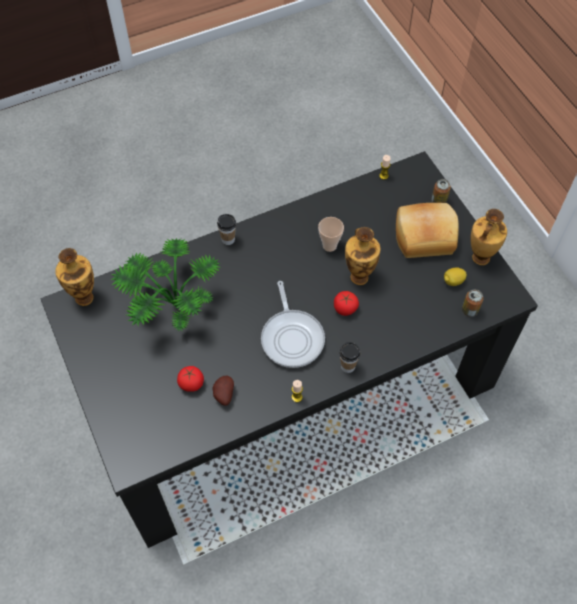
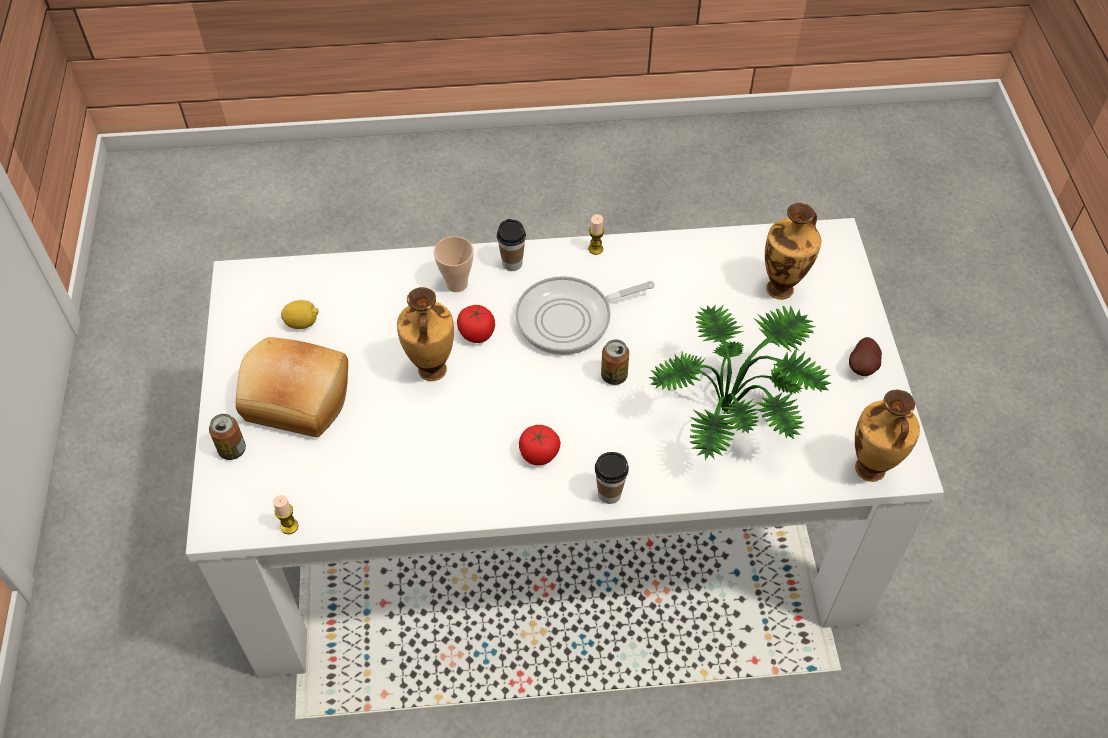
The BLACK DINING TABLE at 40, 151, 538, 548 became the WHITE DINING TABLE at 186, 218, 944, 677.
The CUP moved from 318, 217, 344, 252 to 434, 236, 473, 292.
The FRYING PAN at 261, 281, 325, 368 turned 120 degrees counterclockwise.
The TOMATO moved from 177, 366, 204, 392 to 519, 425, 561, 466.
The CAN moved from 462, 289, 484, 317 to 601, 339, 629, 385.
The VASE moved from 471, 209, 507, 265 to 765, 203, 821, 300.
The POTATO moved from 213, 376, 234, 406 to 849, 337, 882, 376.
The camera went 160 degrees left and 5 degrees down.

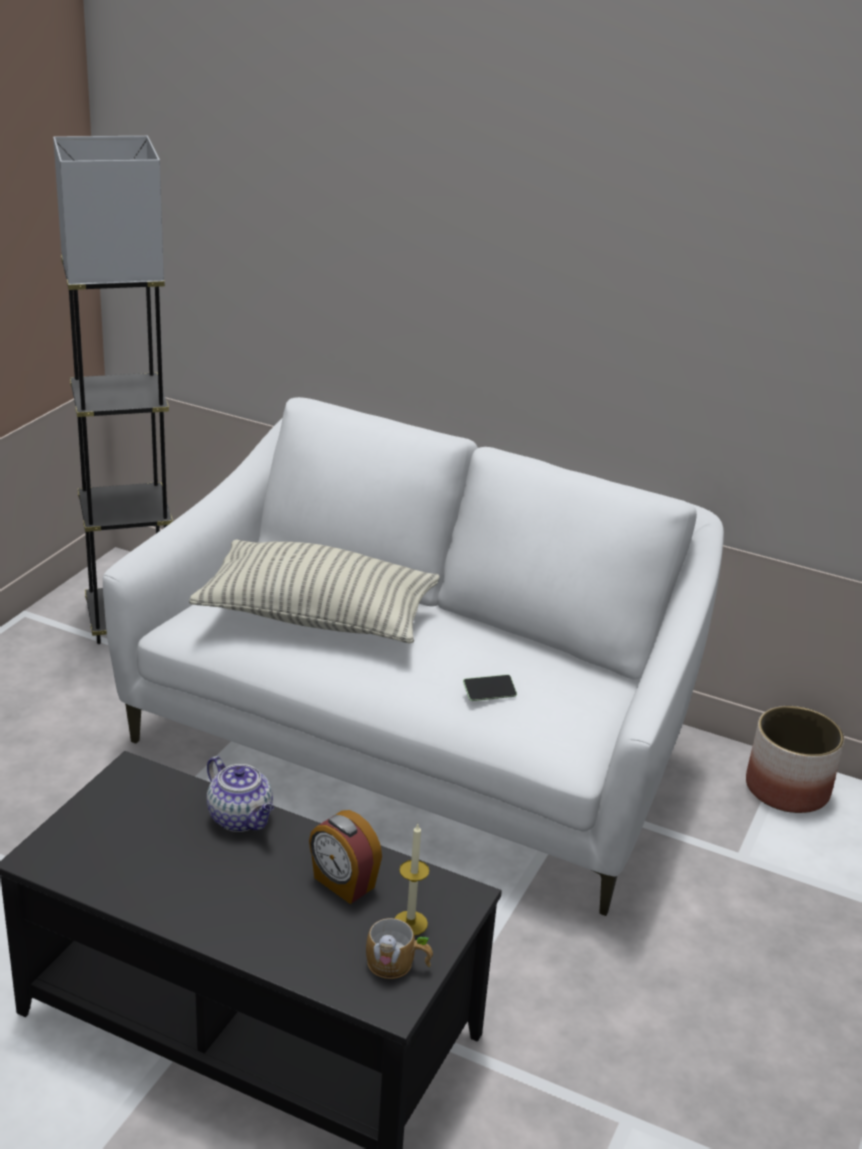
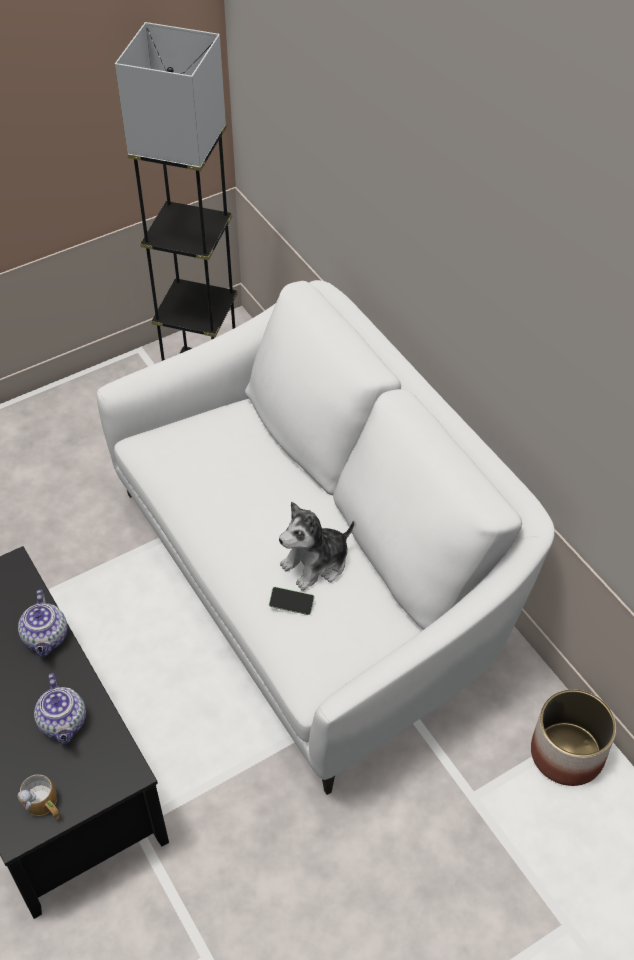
The ALARM CLOCK at 309, 810, 382, 904 was replaced by the TEAPOT at 34, 673, 86, 744.
The PLUSH TOY at 279, 502, 354, 591 appeared.
The PILLOW at 189, 539, 440, 644 disappeared.
The CANDLE at 394, 824, 429, 936 disappeared.
The camera went 35 degrees right and 20 degrees up.

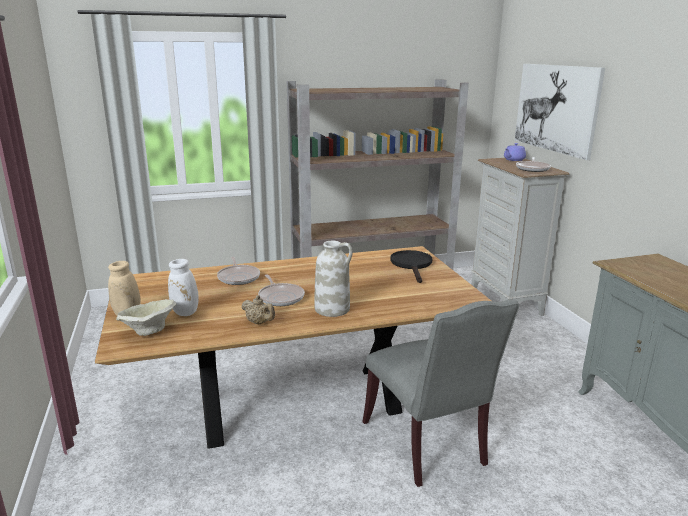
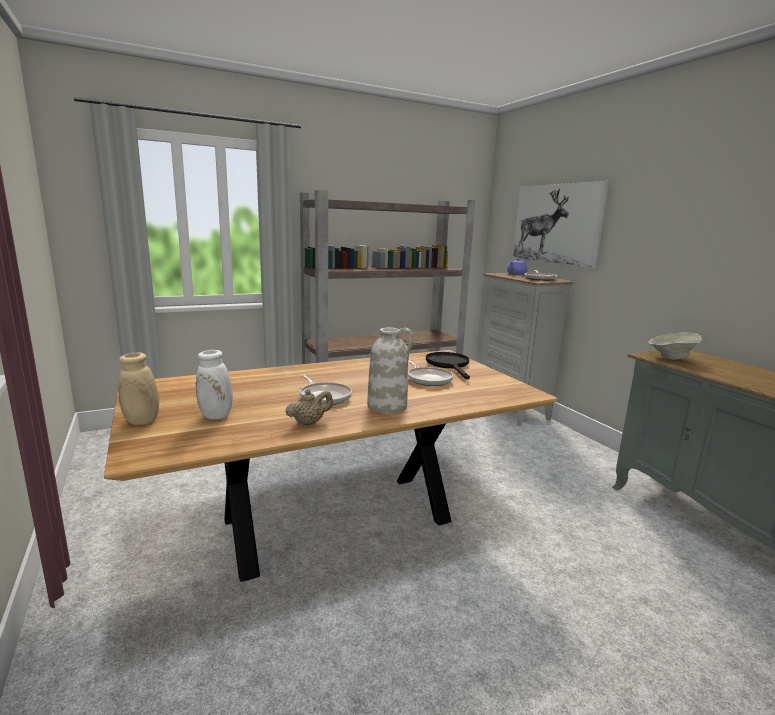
The BEIGE TEAPOT at 241, 295, 275, 325 turned 60 degrees counterclockwise.
The FRYING PAN moved from 217, 257, 260, 285 to 408, 360, 453, 386.
The BEIGE BOWL moved from 116, 299, 176, 336 to 648, 332, 702, 360.
The GREY CHAIR at 362, 299, 519, 487 disappeared.
The camera went 10 degrees left and 5 degrees down.

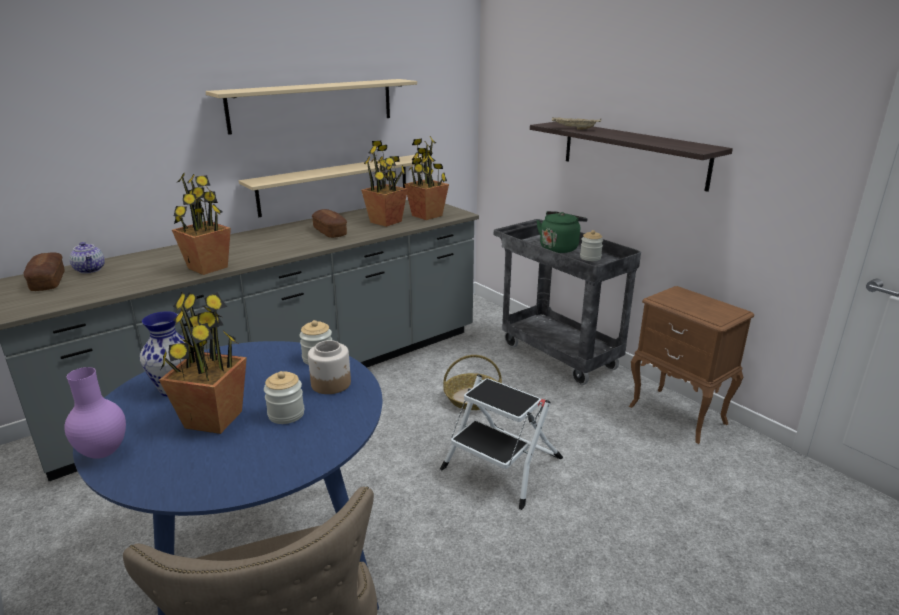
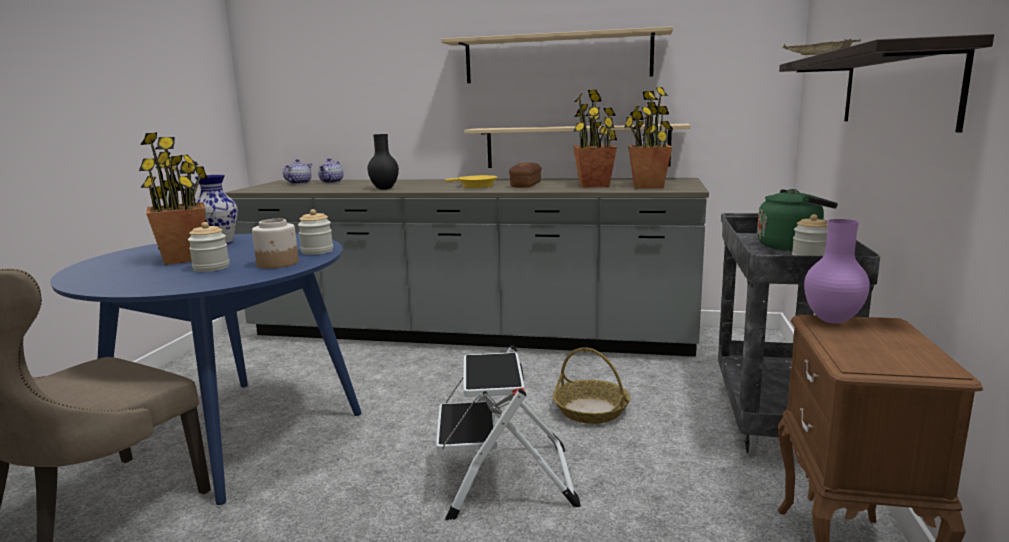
The BREAD at 23, 253, 65, 291 was replaced by the TEAPOT at 283, 159, 312, 184.
The POTTED PLANT at 172, 173, 231, 275 was replaced by the BLACK VASE at 367, 134, 399, 190.
The YELLOW FRYING PAN at 446, 175, 497, 188 appeared.
The PURPLE VASE moved from 64, 367, 126, 459 to 804, 219, 870, 324.
The camera went 50 degrees right and 10 degrees down.

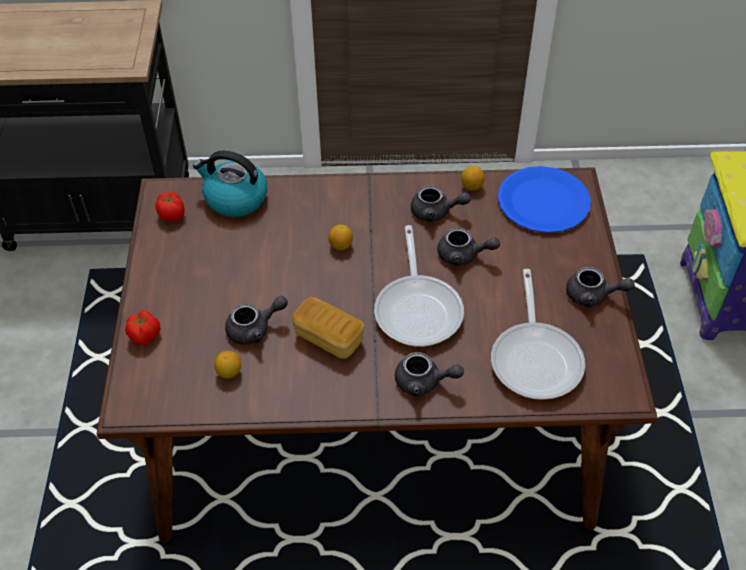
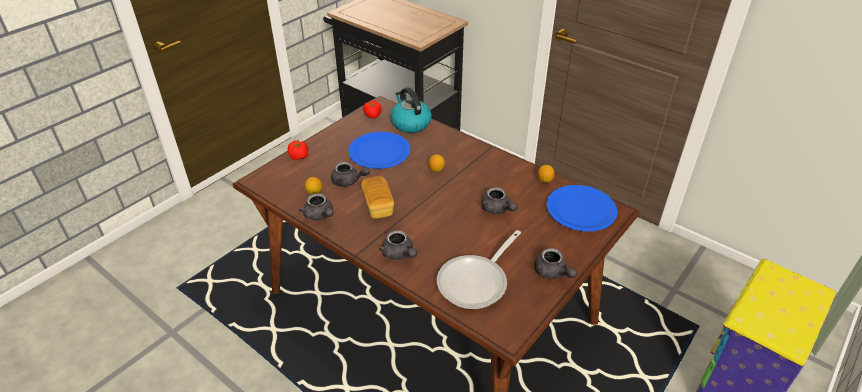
The GREY TEAPOT moved from 411, 185, 471, 222 to 299, 193, 334, 220.
The BLUE PLATE at 348, 132, 411, 169 appeared.
The FRYING PAN at 374, 225, 464, 347 disappeared.
The camera went 40 degrees right and 10 degrees down.

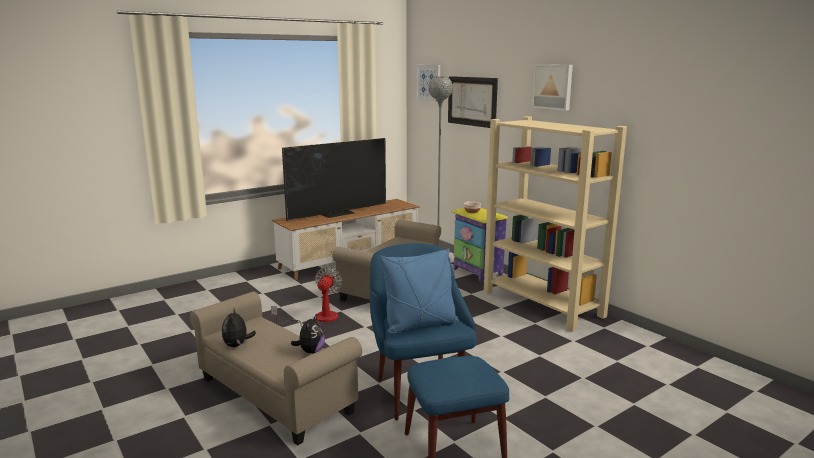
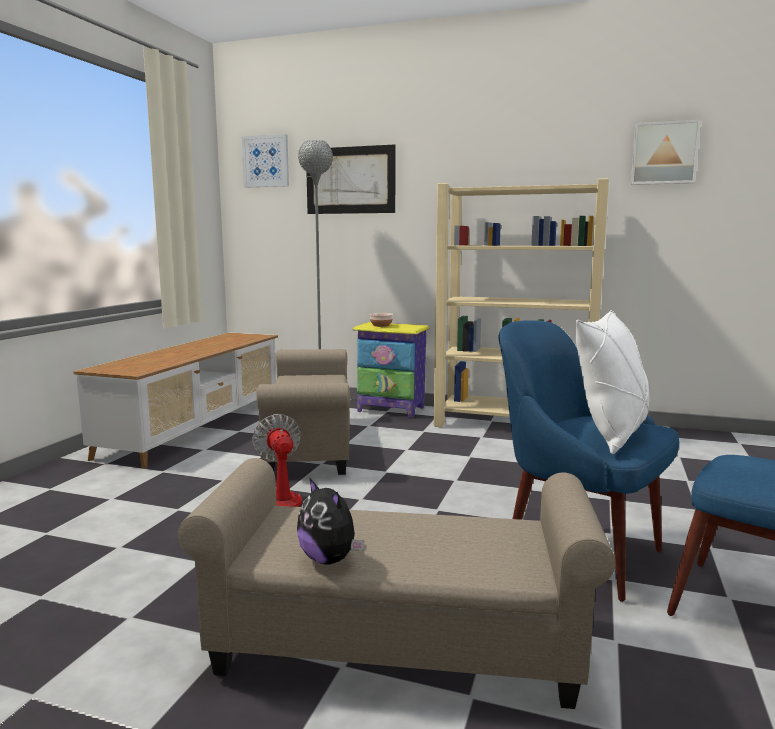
The BLUE PILLOW at 379, 248, 459, 335 became the WHITE PILLOW at 575, 310, 650, 454.
The PICTURE moved from 532, 64, 573, 111 to 631, 120, 701, 185.
The TELEVISION at 282, 138, 386, 221 disappeared.
The PLUSH TOY at 291, 313, 325, 354 disappeared.
The camera went 35 degrees left and 5 degrees down.

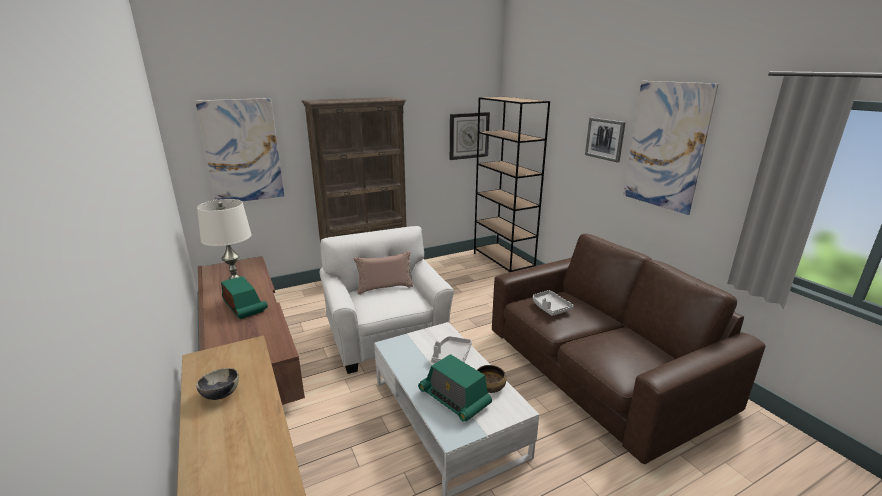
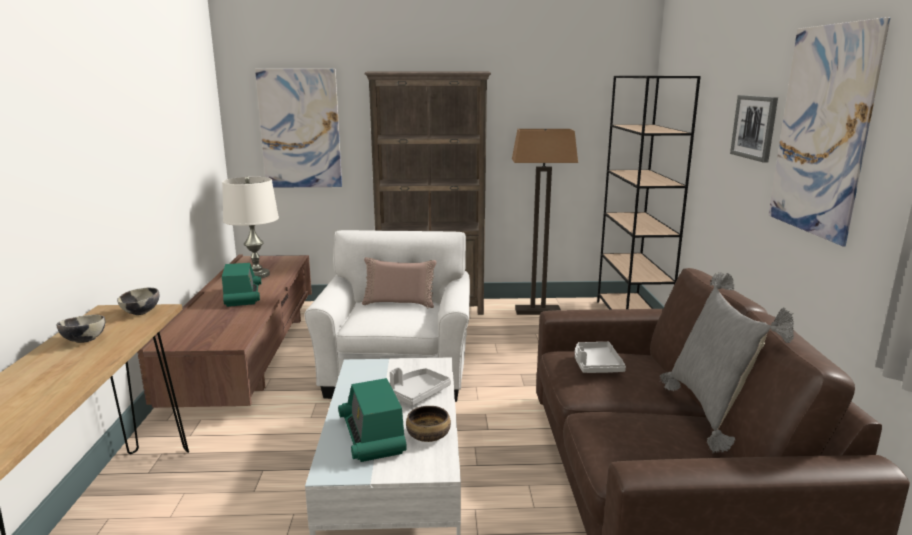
The BOWL at 117, 287, 159, 315 appeared.
The FLOOR LAMP at 512, 129, 578, 315 appeared.
The GREY PILLOW at 659, 272, 794, 453 appeared.
The WALL CLOCK at 450, 112, 490, 160 disappeared.
The camera went 25 degrees right and 5 degrees down.

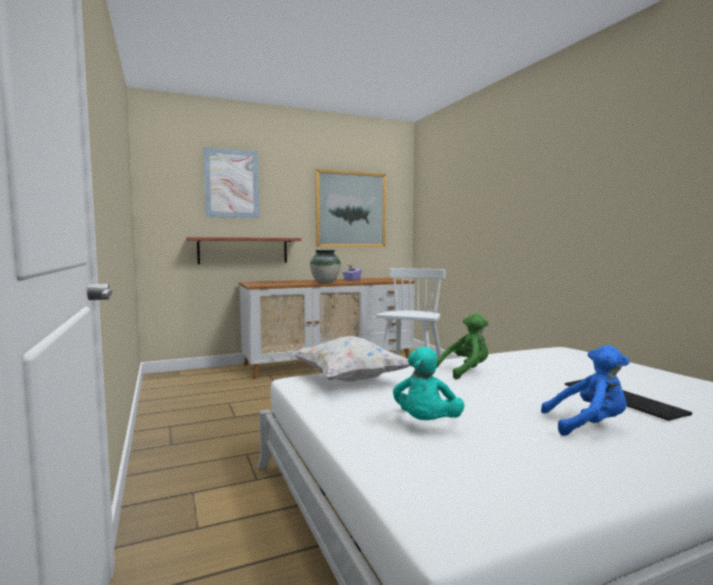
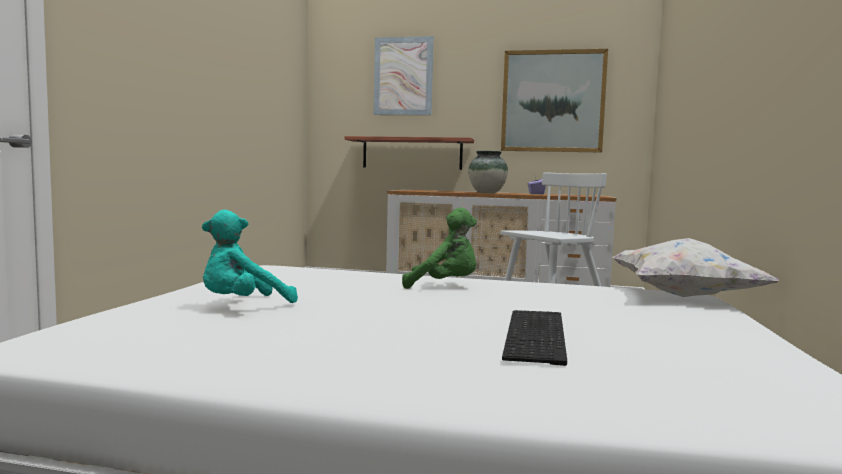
The WHITE PILLOW moved from 292, 336, 410, 382 to 612, 238, 779, 297.
The BLUE PLUSH TOY at 541, 345, 630, 436 disappeared.
The camera went 35 degrees right and 0 degrees up.

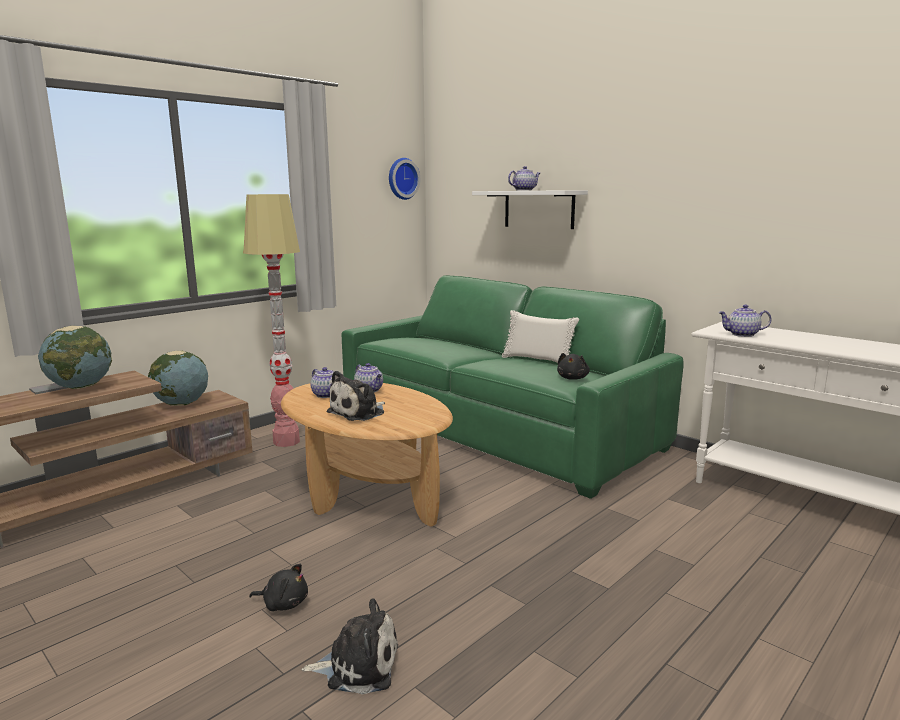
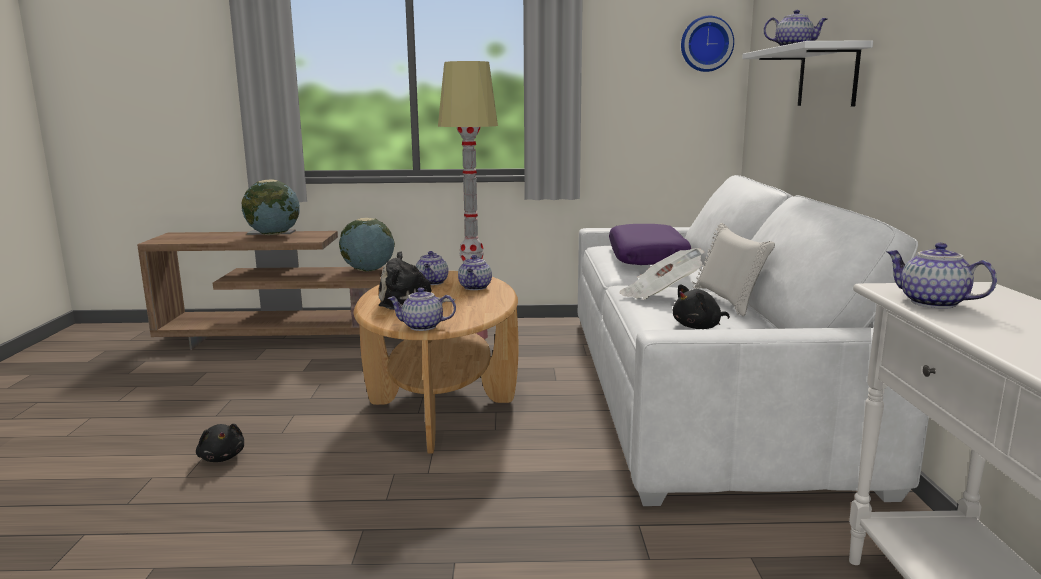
The TEAPOT at 387, 288, 456, 331 appeared.
The GREEN SOFA at 342, 275, 684, 499 became the WHITE SOFA at 578, 175, 929, 506.
The PURPLE PILLOW at 609, 224, 691, 265 appeared.
The NEWSPAPER at 619, 248, 705, 299 appeared.
The PLUSH TOY at 302, 598, 398, 695 disappeared.
The camera went 45 degrees right and 0 degrees up.

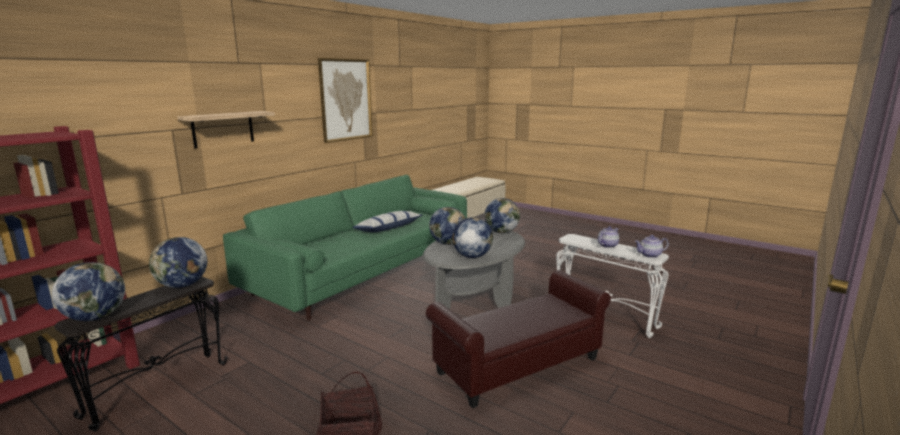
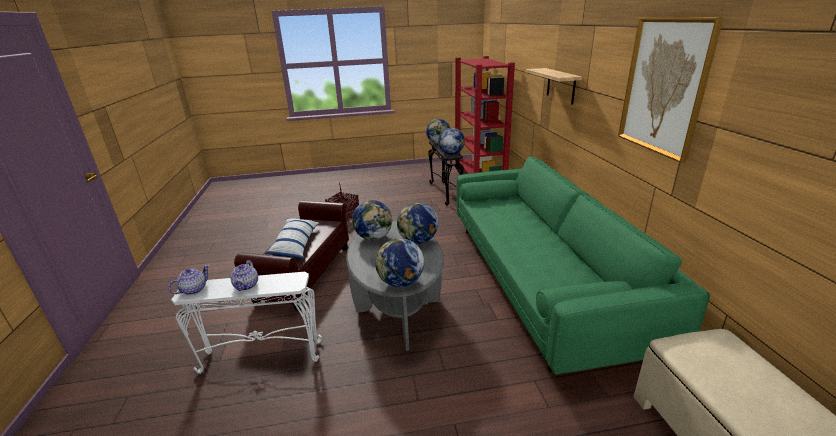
The PILLOW moved from 352, 211, 422, 232 to 265, 218, 319, 258.
The camera went 135 degrees right and 10 degrees up.

